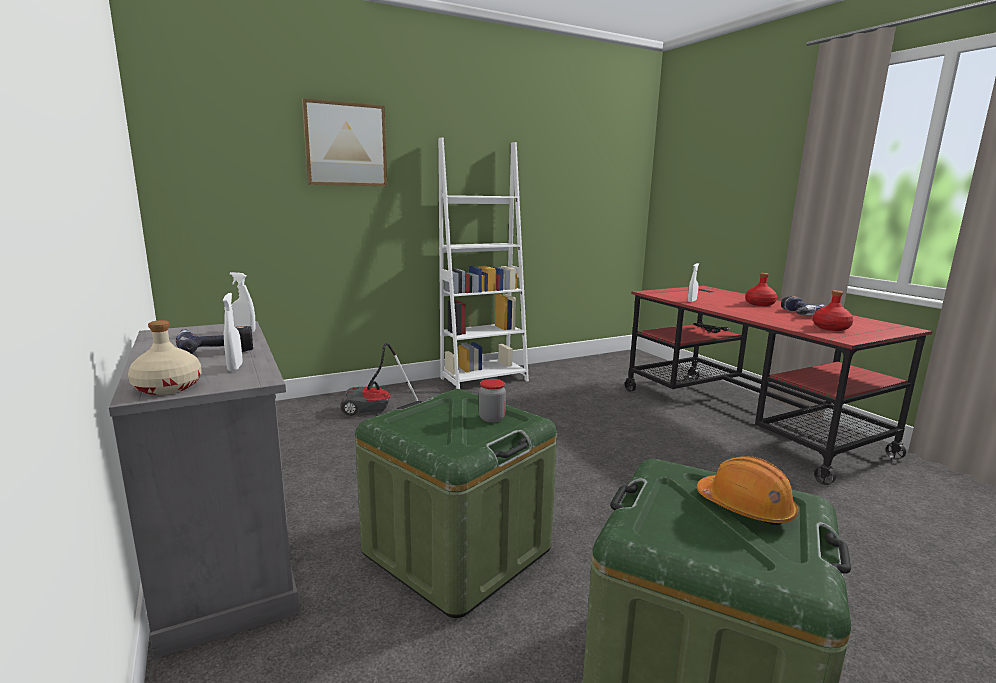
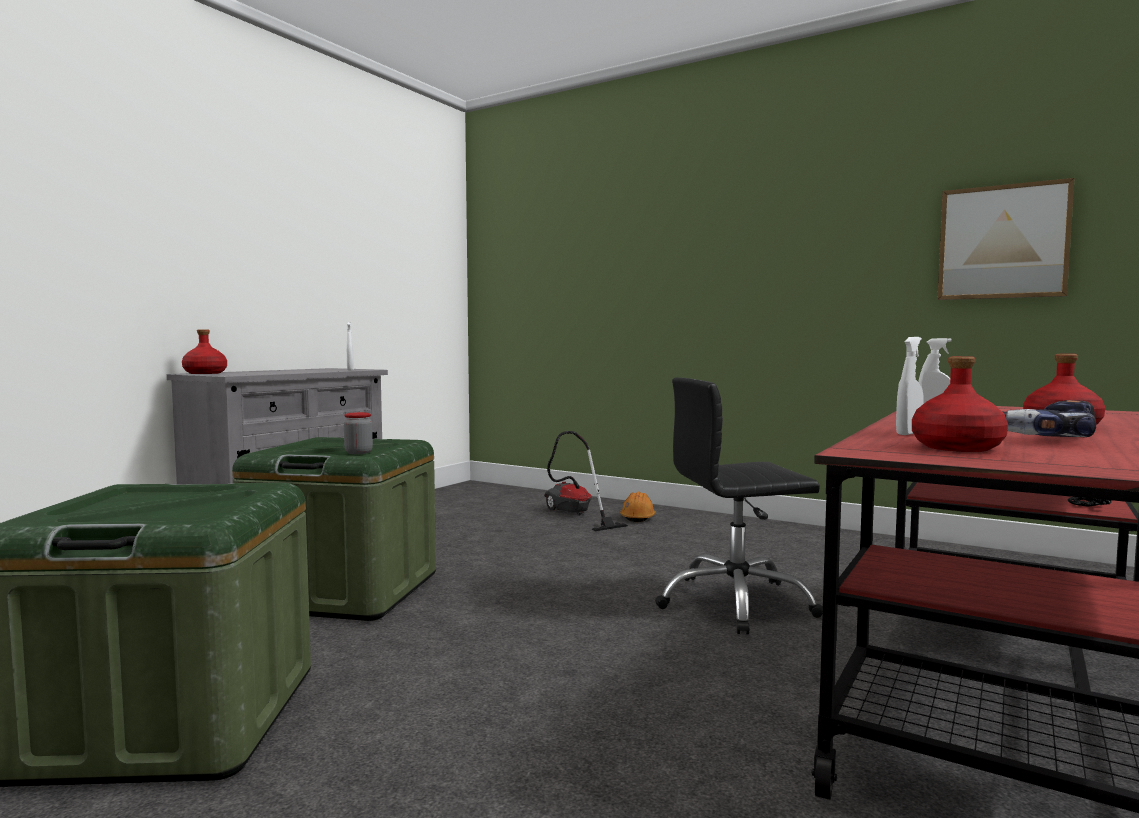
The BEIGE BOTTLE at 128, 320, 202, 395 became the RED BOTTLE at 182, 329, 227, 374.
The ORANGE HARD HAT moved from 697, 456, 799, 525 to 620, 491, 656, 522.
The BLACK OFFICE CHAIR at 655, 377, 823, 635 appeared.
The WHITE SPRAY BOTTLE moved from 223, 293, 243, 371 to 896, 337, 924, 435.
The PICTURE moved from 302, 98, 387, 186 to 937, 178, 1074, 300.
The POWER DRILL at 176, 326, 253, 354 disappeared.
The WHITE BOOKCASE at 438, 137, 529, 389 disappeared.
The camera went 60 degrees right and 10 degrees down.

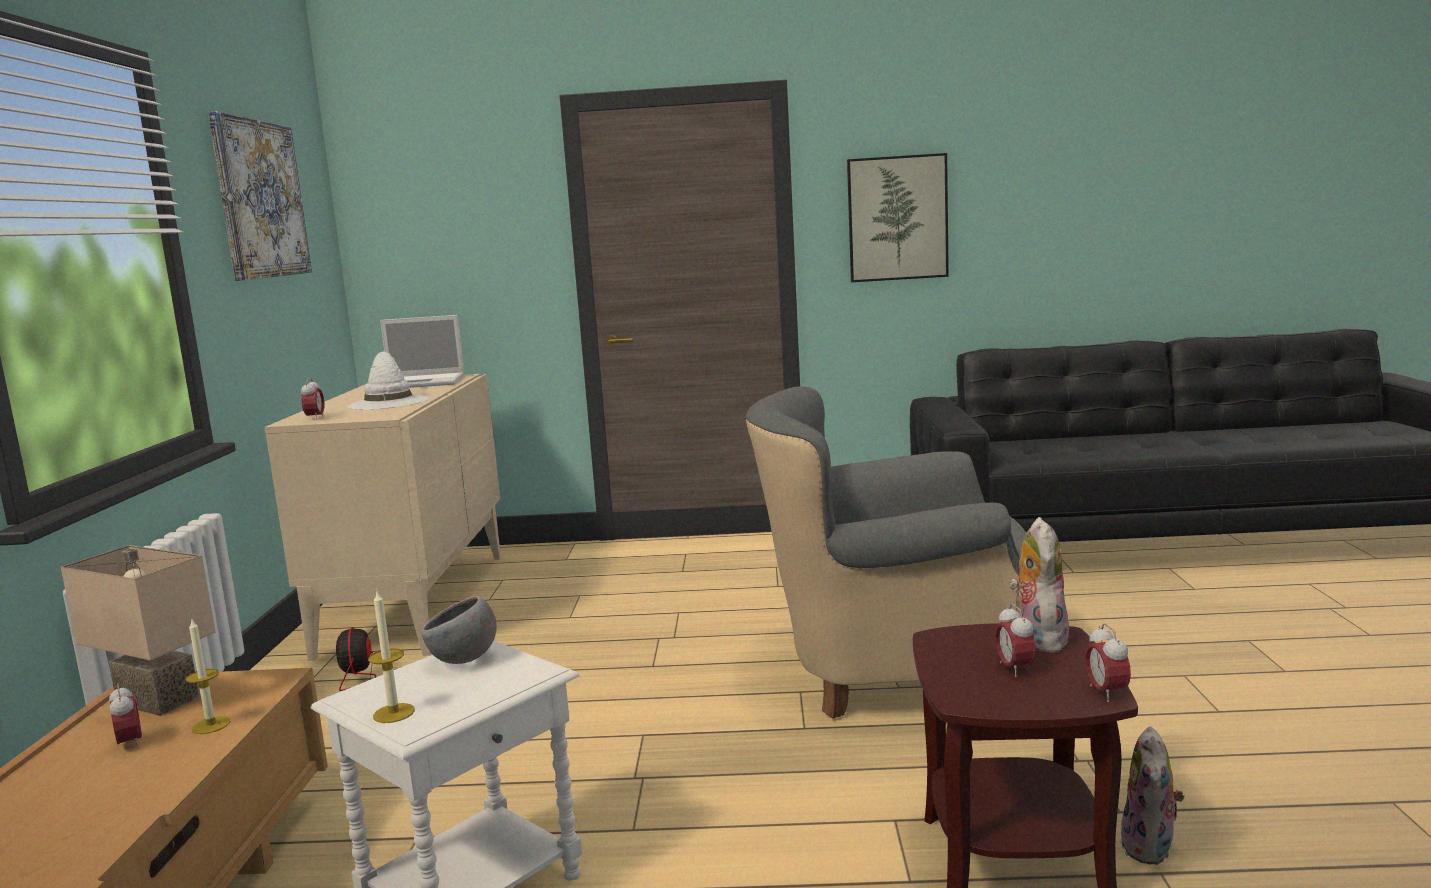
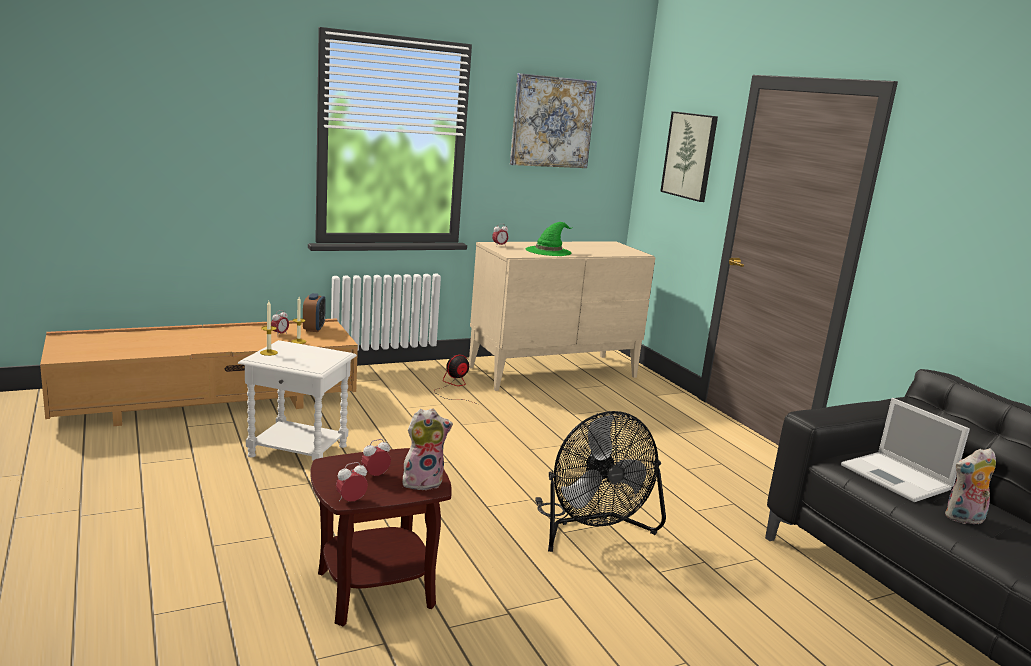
The BEIGE TABLE LAMP at 61, 545, 216, 716 was replaced by the ALARM CLOCK at 303, 293, 326, 332.
The WHITE HAT at 348, 352, 429, 410 became the GREEN HAT at 526, 222, 573, 256.
The GREY ARMCHAIR at 746, 386, 1026, 719 was replaced by the BLACK FAN at 535, 411, 666, 552.
The PICTURE moved from 847, 153, 949, 282 to 660, 111, 718, 202.
The LAPTOP moved from 380, 315, 464, 388 to 841, 398, 970, 502.
The PLUSH TOY moved from 1120, 726, 1185, 865 to 945, 448, 996, 524.
The GREY BOWL at 422, 596, 497, 664 disappeared.
The camera went 60 degrees right and 5 degrees up.

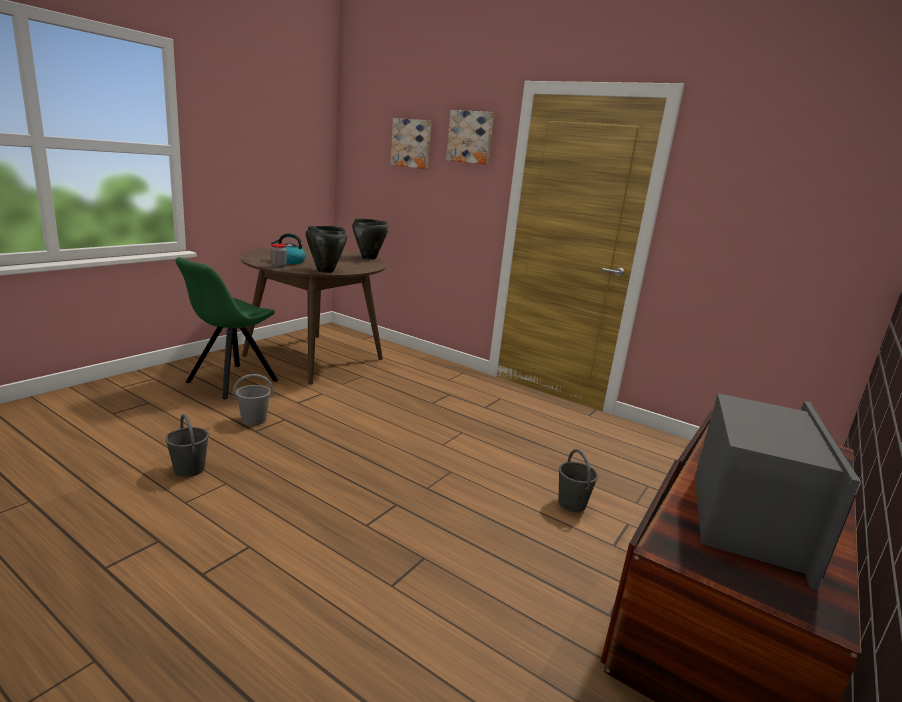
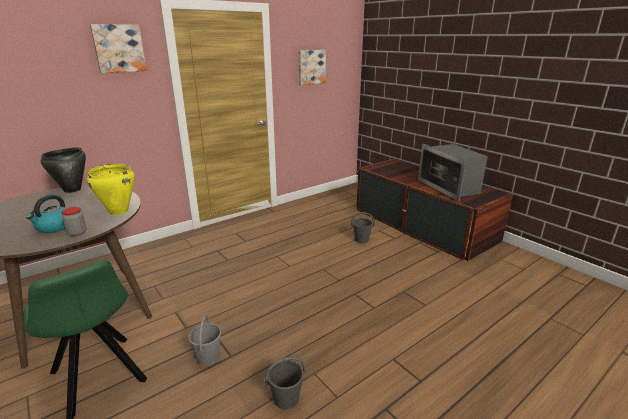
The BLACK COOKING POT at 306, 226, 347, 273 became the YELLOW COOKING POT at 87, 164, 135, 215.
The PICTURE moved from 390, 118, 431, 169 to 298, 50, 326, 85.
The MICROWAVE at 695, 393, 861, 591 turned 150 degrees counterclockwise.
The camera went 70 degrees left and 5 degrees up.

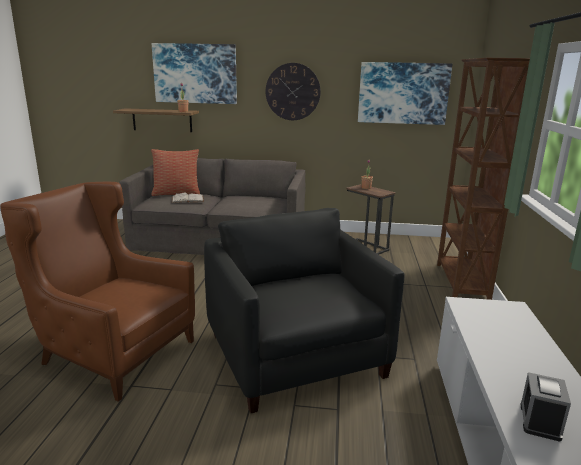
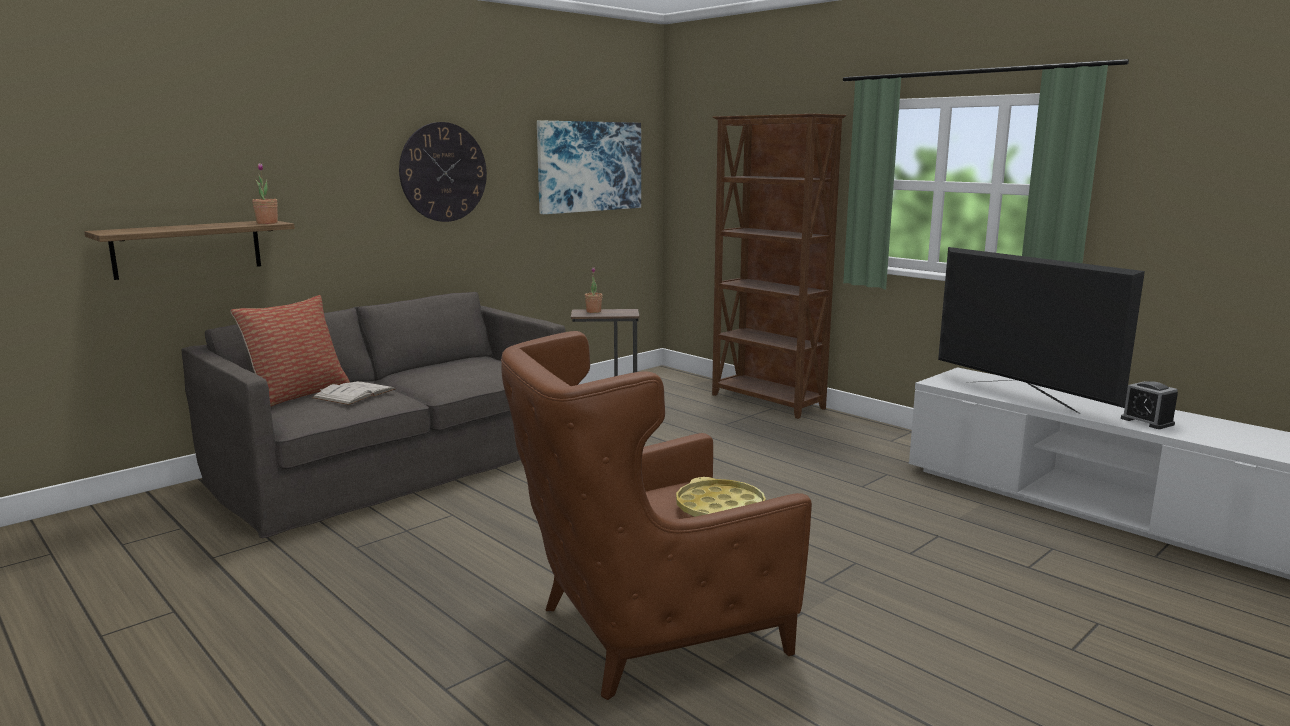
The YELLOW TRAY at 676, 477, 766, 517 appeared.
The TELEVISION at 938, 247, 1145, 414 appeared.
The PICTURE at 152, 43, 237, 104 disappeared.
The BLACK ARMCHAIR at 204, 208, 404, 413 disappeared.
The camera went 50 degrees left and 5 degrees down.

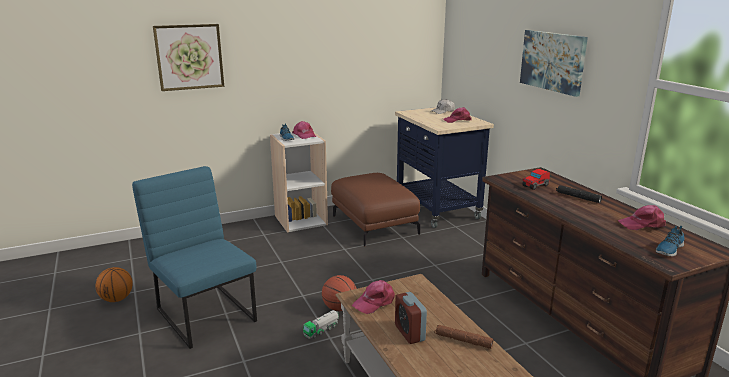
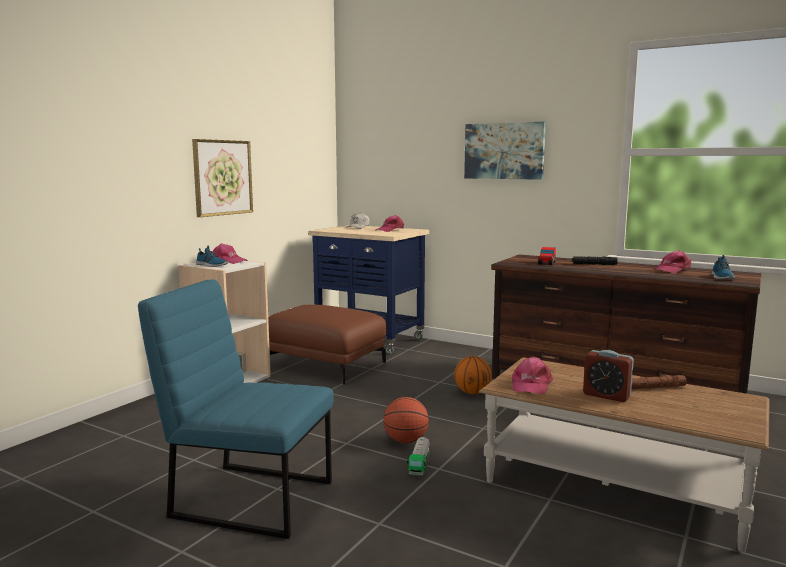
The PICTURE moved from 153, 24, 224, 91 to 192, 139, 253, 217.
The BASKETBALL moved from 95, 267, 133, 302 to 454, 356, 492, 394.
The camera went 35 degrees left and 10 degrees down.

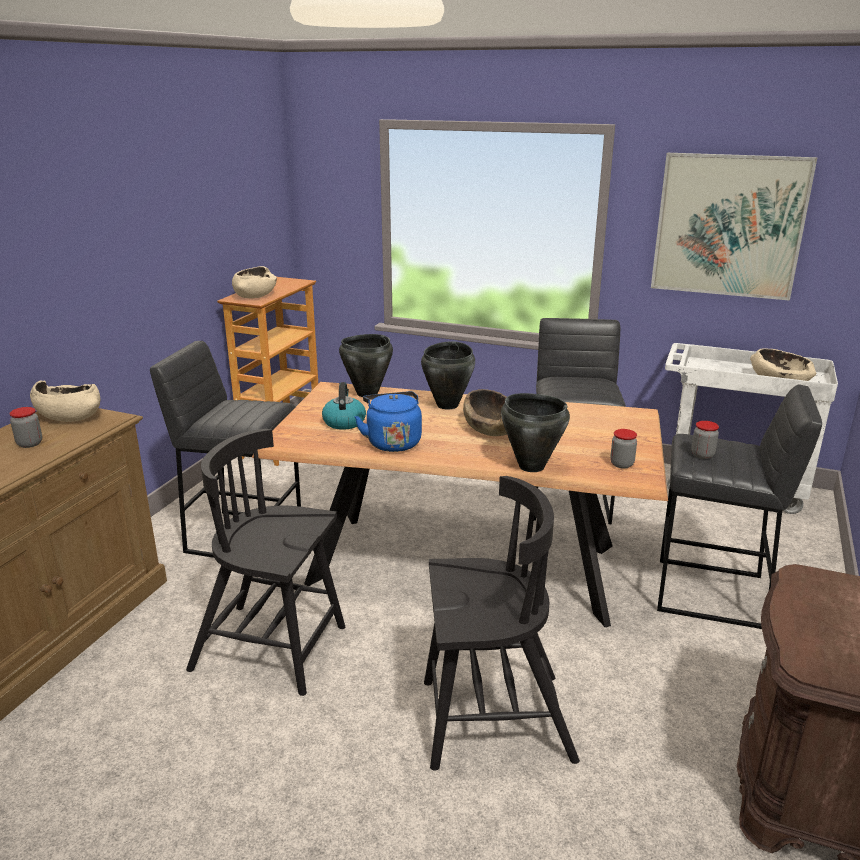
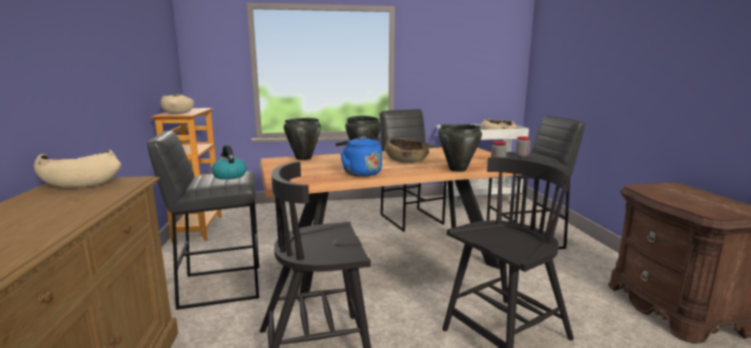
The KETTLE moved from 322, 382, 366, 430 to 212, 145, 247, 180.
The JAR at 9, 407, 42, 448 disappeared.
The PICTURE at 651, 153, 817, 301 disappeared.
The camera went 30 degrees left and 10 degrees down.

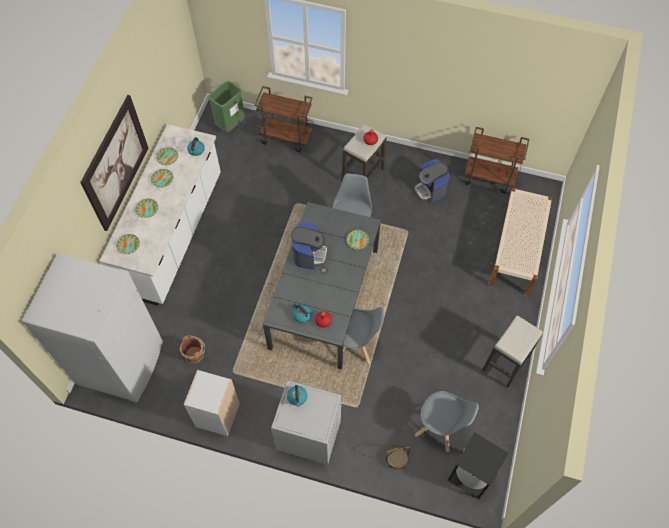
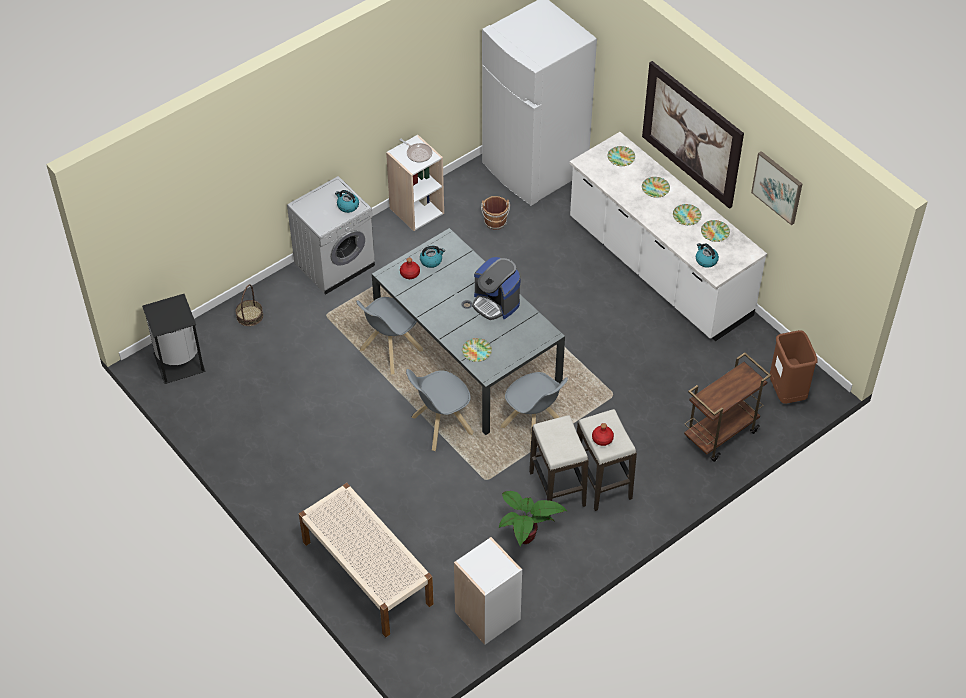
The FRYING PAN at 400, 139, 433, 163 appeared.
The GREY CHAIR moved from 415, 391, 479, 452 to 406, 369, 474, 451.
The BROWN CART at 463, 127, 529, 194 was replaced by the BOOKCASE at 454, 537, 522, 645.
The COFFEE MACHINE at 413, 159, 450, 203 was replaced by the POTTED PLANT at 499, 491, 567, 547.
The STOOL moved from 482, 316, 543, 388 to 529, 415, 589, 516.
The PICTURE at 751, 151, 802, 225 appeared.
The GREEN TRASH CAN at 208, 81, 245, 132 became the BROWN TRASH CAN at 770, 330, 818, 404.
The camera went 125 degrees right and 10 degrees down.

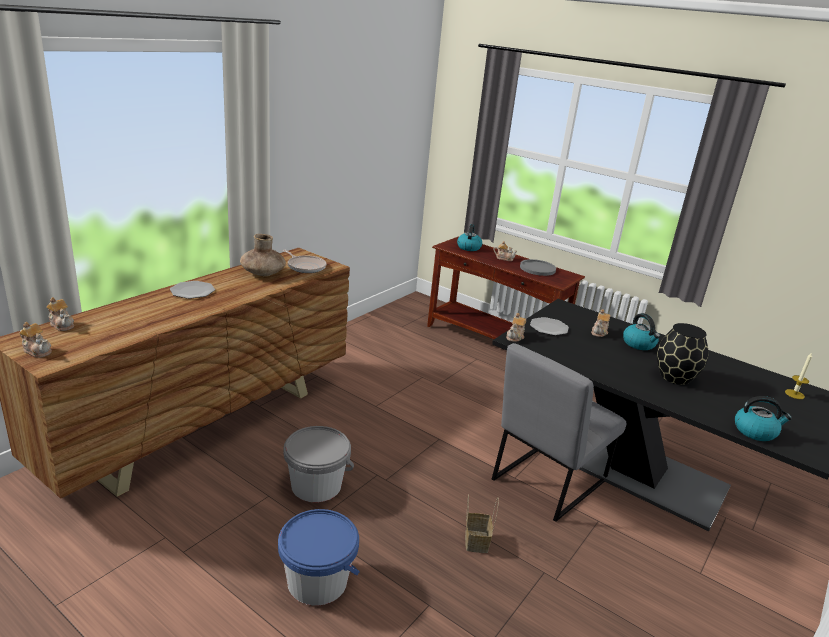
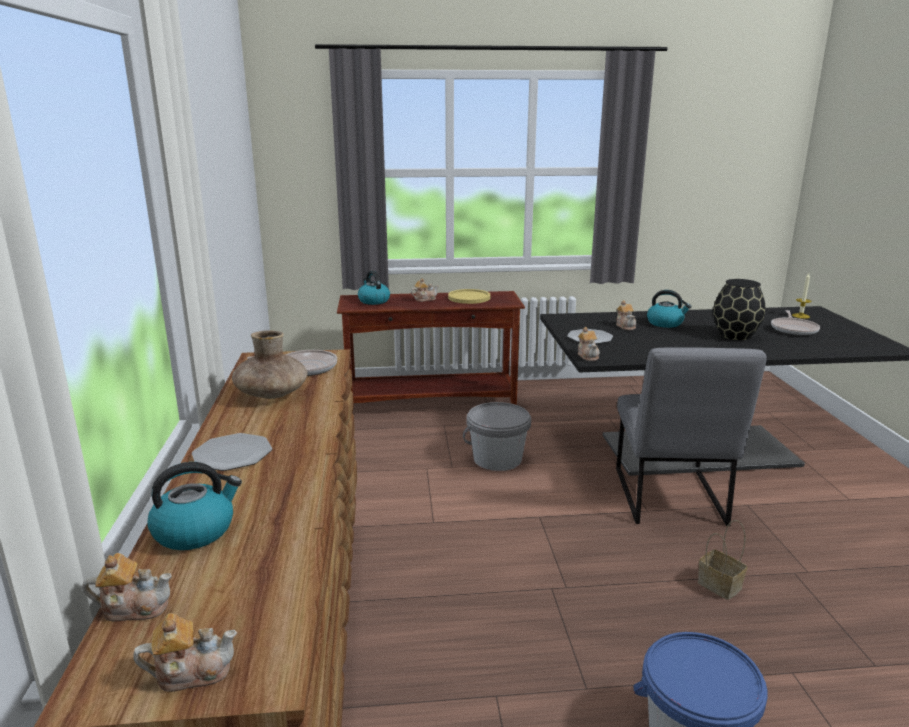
The KETTLE moved from 735, 396, 792, 441 to 147, 462, 242, 550.
The GREY PLATE at 520, 259, 556, 276 became the YELLOW PLATE at 448, 289, 490, 304.
The GREY BUCKET moved from 284, 426, 354, 502 to 463, 402, 531, 471.
The FRYING PAN at 771, 310, 820, 336 appeared.
The camera went 40 degrees left and 5 degrees down.

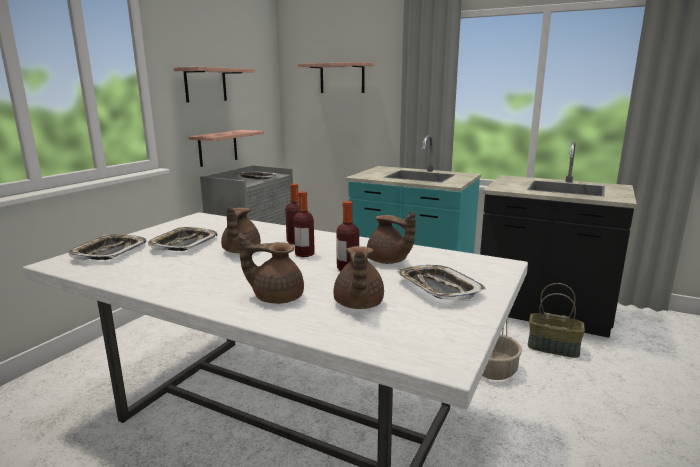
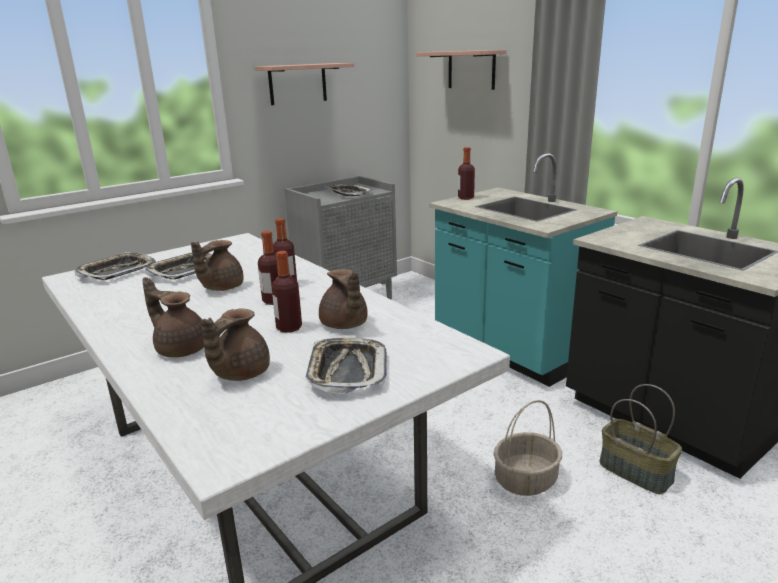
The BOTTLE at 458, 147, 475, 200 appeared.
The SHELF at 189, 130, 264, 167 disappeared.
The camera went 25 degrees right and 5 degrees up.

